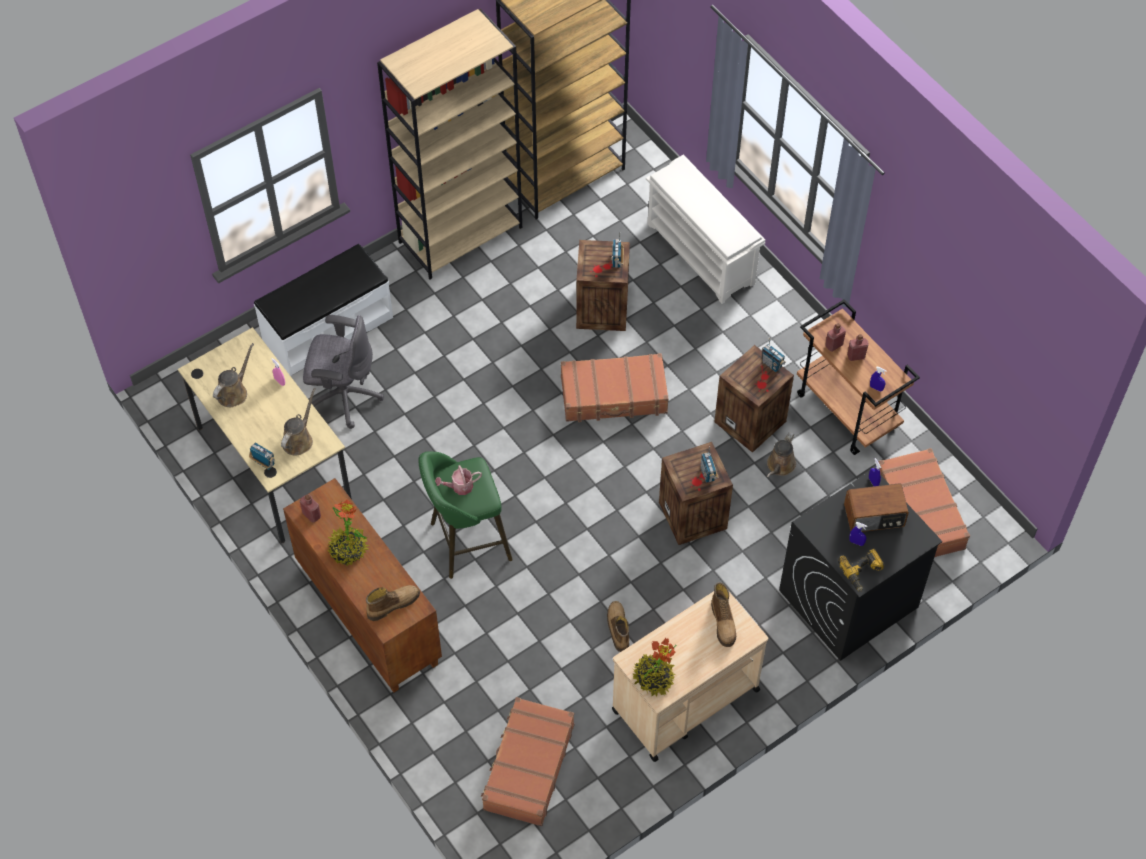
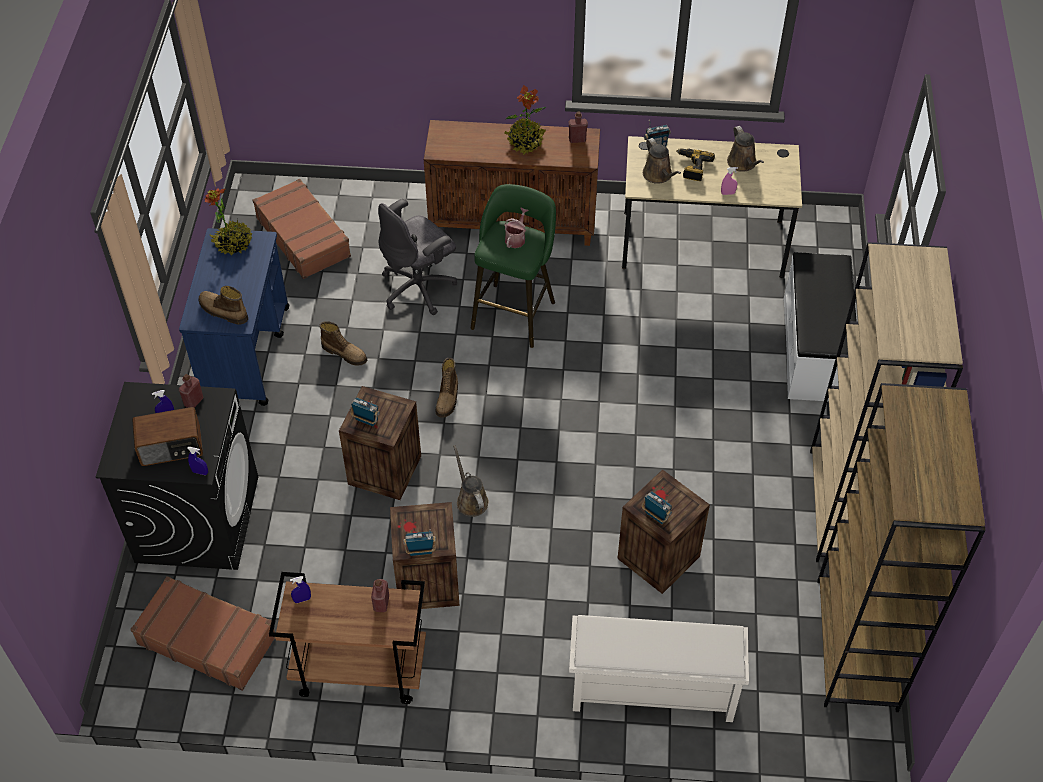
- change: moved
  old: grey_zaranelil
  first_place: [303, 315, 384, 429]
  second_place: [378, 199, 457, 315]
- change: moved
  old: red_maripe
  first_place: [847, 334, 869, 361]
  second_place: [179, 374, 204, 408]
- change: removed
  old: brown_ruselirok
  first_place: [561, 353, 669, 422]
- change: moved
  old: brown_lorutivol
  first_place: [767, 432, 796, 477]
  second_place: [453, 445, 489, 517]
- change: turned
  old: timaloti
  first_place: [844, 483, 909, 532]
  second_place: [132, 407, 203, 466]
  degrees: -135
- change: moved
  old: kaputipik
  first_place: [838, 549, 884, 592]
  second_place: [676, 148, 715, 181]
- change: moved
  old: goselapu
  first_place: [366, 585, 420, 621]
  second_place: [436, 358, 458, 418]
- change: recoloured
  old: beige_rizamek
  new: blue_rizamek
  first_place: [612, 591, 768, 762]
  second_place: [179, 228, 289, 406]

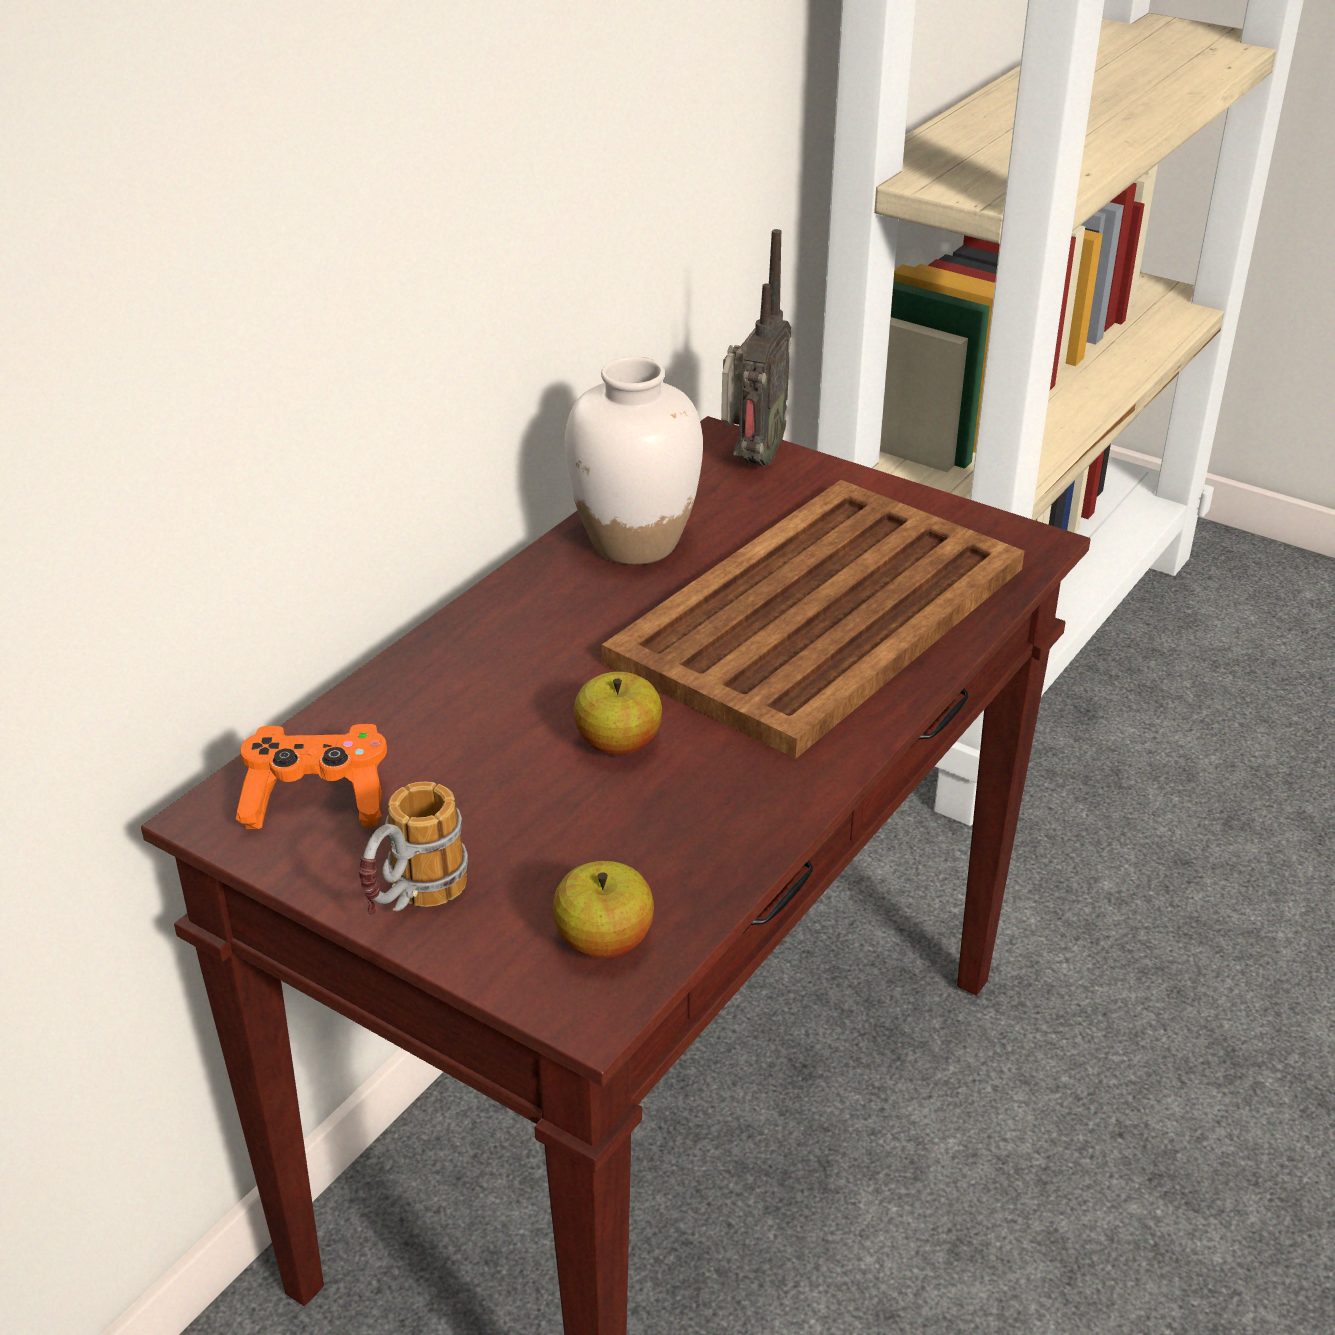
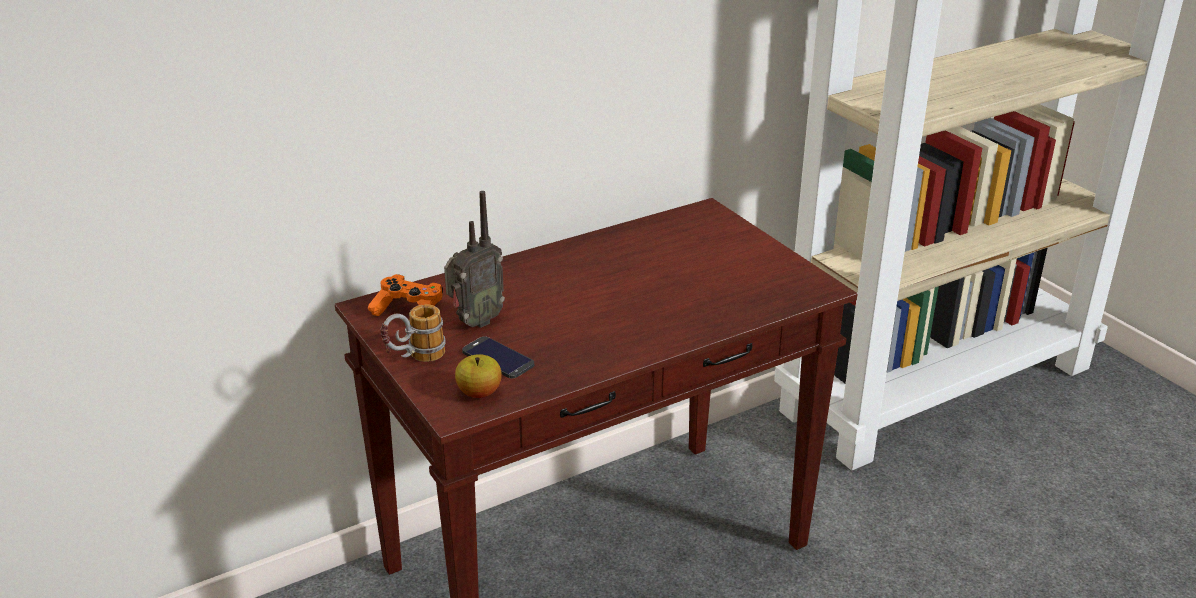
- change: moved
  old: timaloti
  first_place: [721, 229, 791, 467]
  second_place: [444, 191, 505, 328]
- change: removed
  old: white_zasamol
  first_place: [565, 356, 703, 565]
- change: removed
  old: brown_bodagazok
  first_place: [601, 480, 1025, 759]
- change: removed
  old: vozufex
  first_place: [574, 672, 662, 755]
- change: added
  new: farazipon
  second_place: [462, 336, 534, 379]

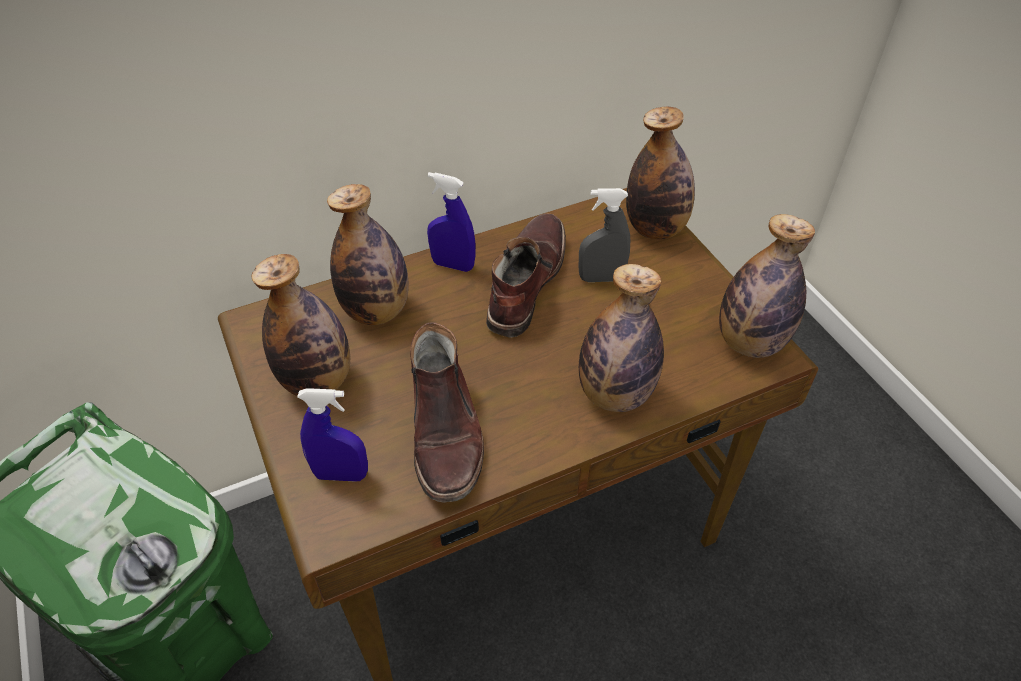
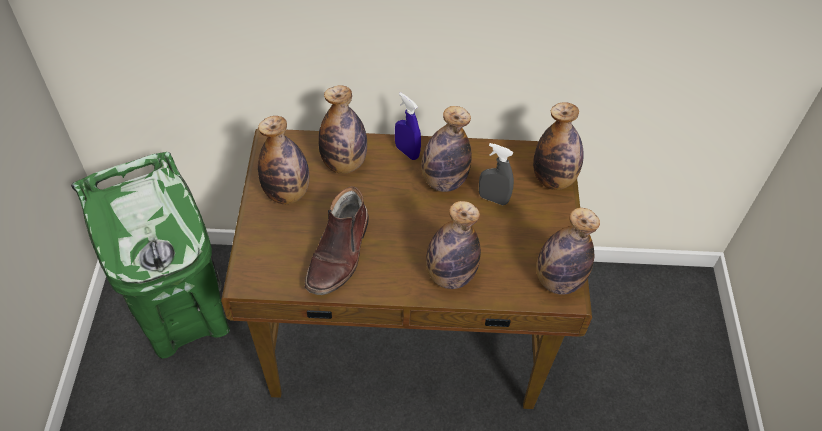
- change: replaced
  old: brown_goselapu
  new: maripe
  first_place: [486, 213, 566, 338]
  second_place: [421, 106, 472, 192]
- change: removed
  old: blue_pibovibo
  first_place: [297, 388, 368, 482]

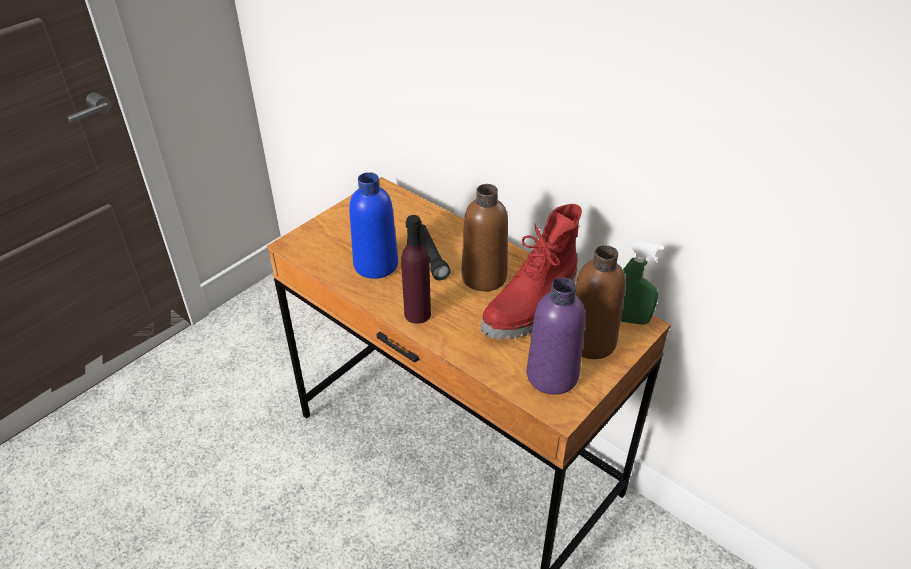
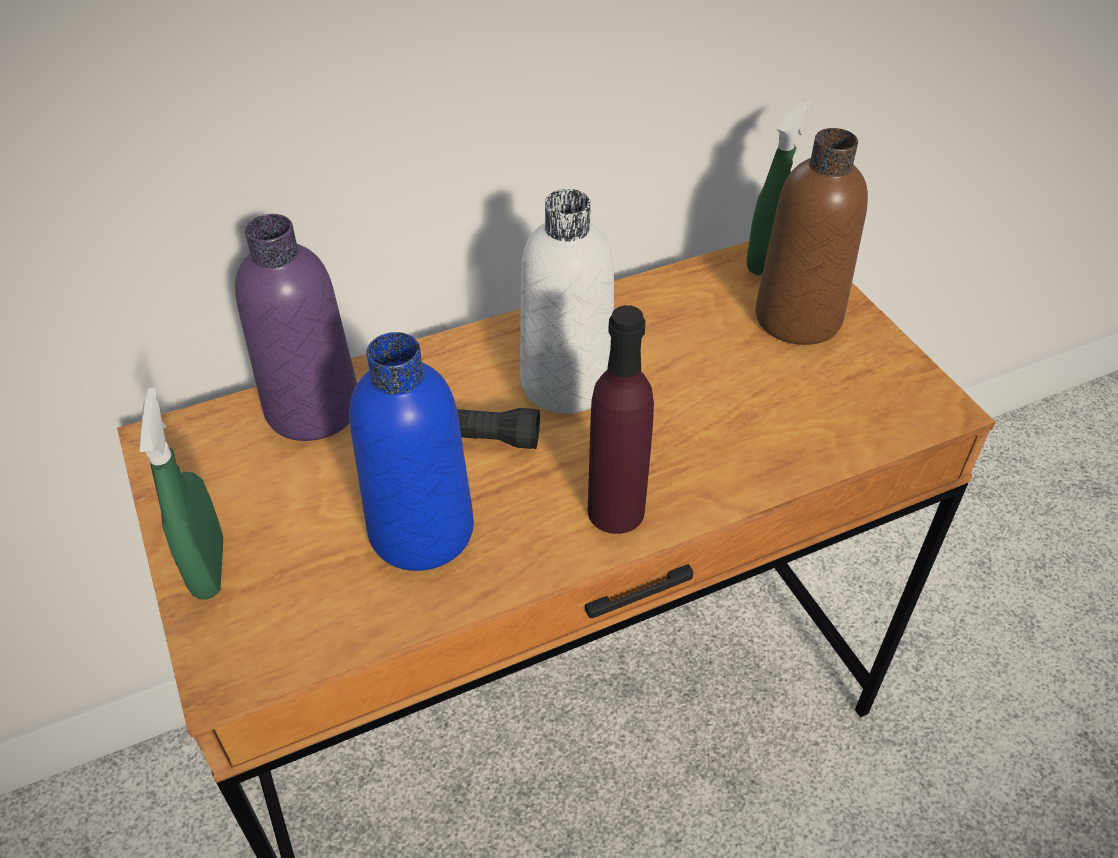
- change: recoloured
  old: brown_maripe
  new: white_maripe
  first_place: [461, 184, 508, 291]
  second_place: [520, 189, 614, 413]
- change: removed
  old: red_goselapu
  first_place: [480, 204, 582, 340]
- change: moved
  old: purple_maripe
  first_place: [527, 277, 586, 395]
  second_place: [235, 214, 357, 441]
- change: added
  new: green_pibovibo
  second_place: [140, 388, 223, 599]

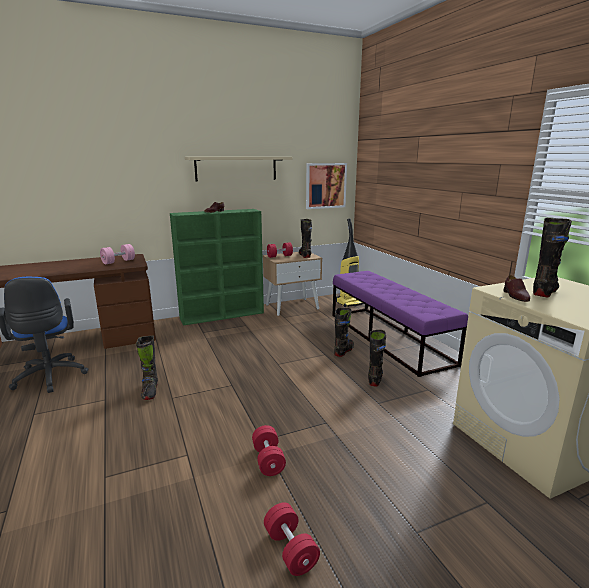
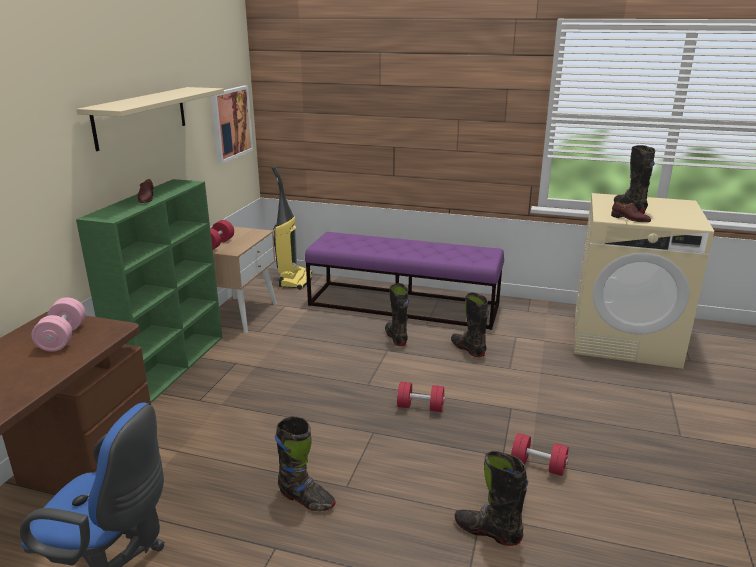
- change: moved
  old: black_goselapu
  first_place: [299, 219, 312, 258]
  second_place: [454, 451, 528, 546]
- change: moved
  old: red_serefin
  first_place: [264, 502, 320, 576]
  second_place: [397, 382, 445, 412]

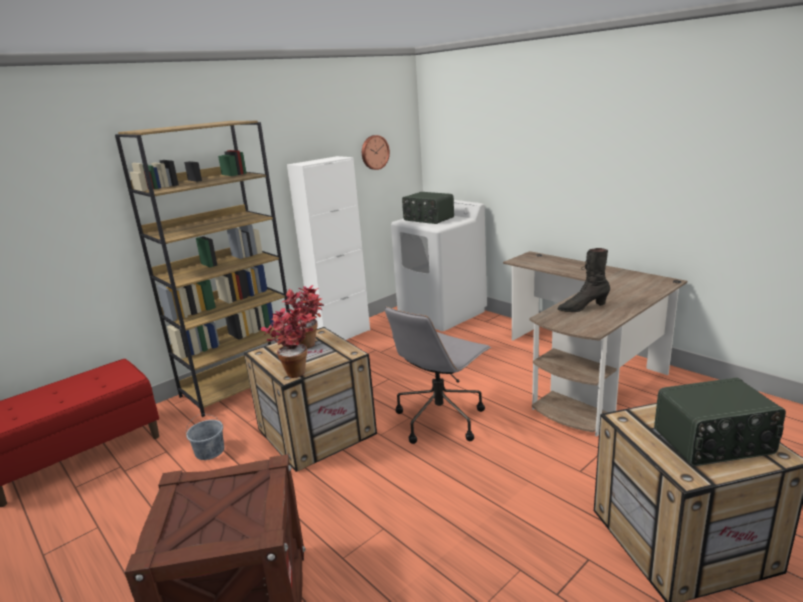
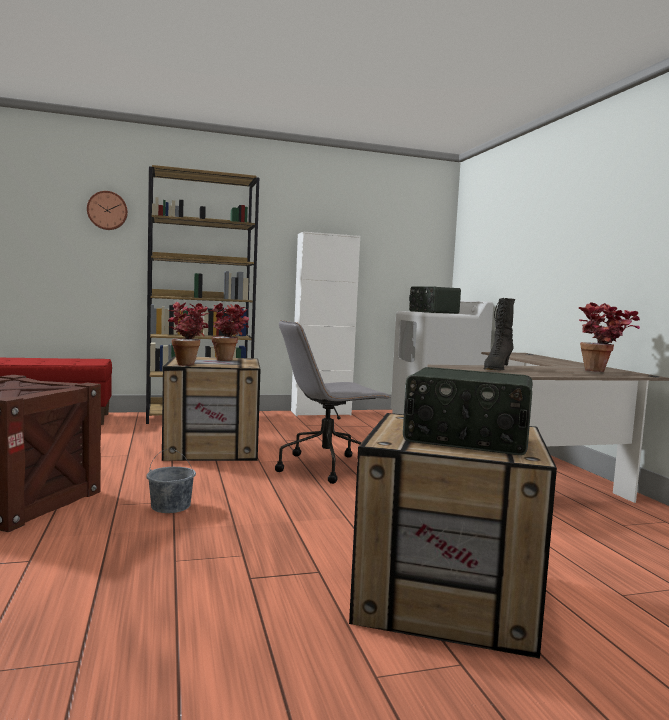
- change: moved
  old: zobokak
  first_place: [362, 135, 390, 170]
  second_place: [87, 191, 128, 230]
- change: turned
  old: black_goselapu
  first_place: [558, 248, 610, 312]
  second_place: [484, 298, 515, 370]
  degrees: -75
- change: moved
  old: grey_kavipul
  first_place: [186, 414, 224, 460]
  second_place: [146, 449, 196, 513]
- change: added
  new: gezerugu
  second_place: [579, 302, 640, 372]

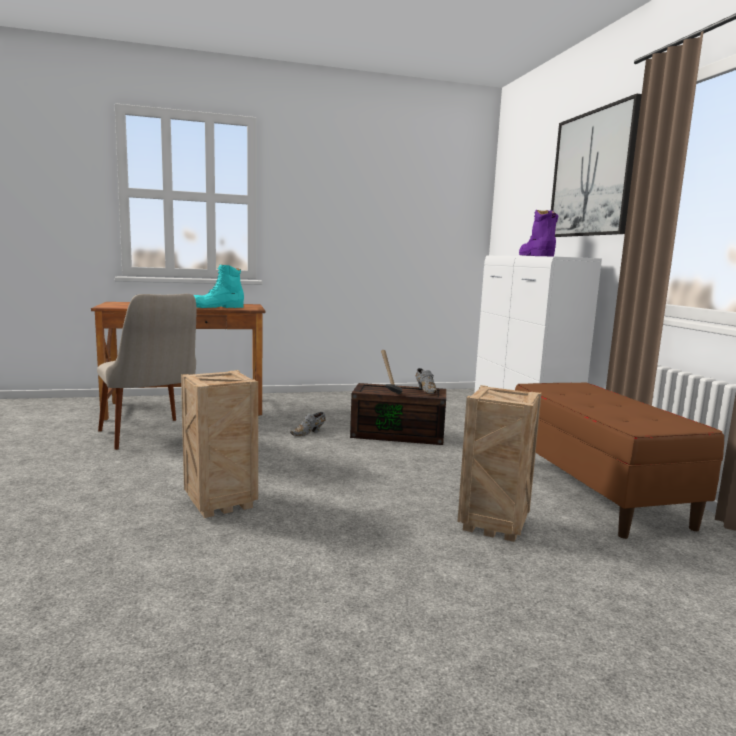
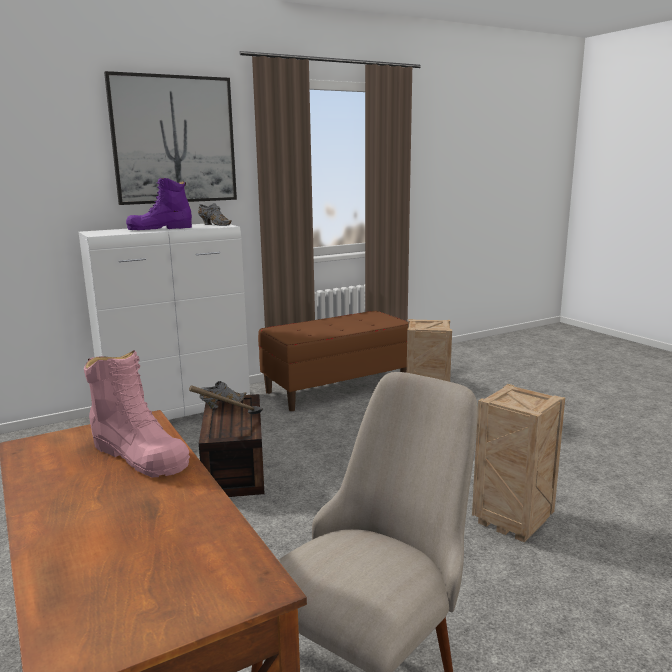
- change: recoloured
  old: turquoise_goselapu
  new: pink_goselapu
  first_place: [193, 265, 244, 308]
  second_place: [84, 350, 190, 477]
- change: moved
  old: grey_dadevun
  first_place: [290, 412, 326, 436]
  second_place: [198, 203, 232, 226]

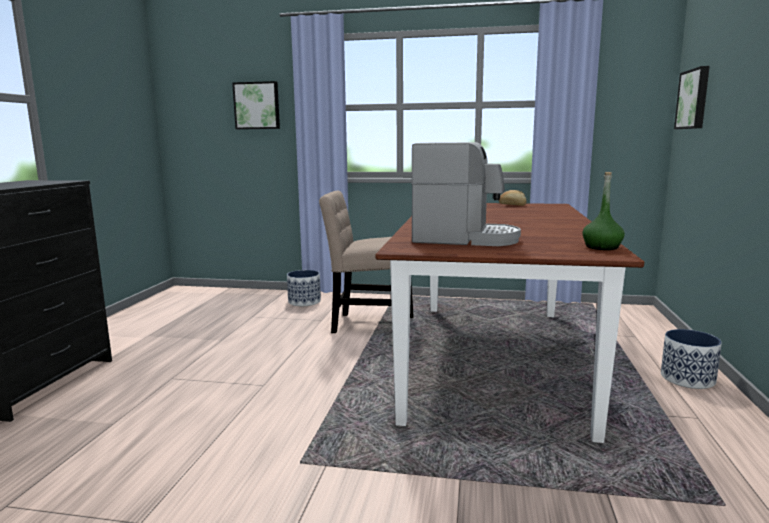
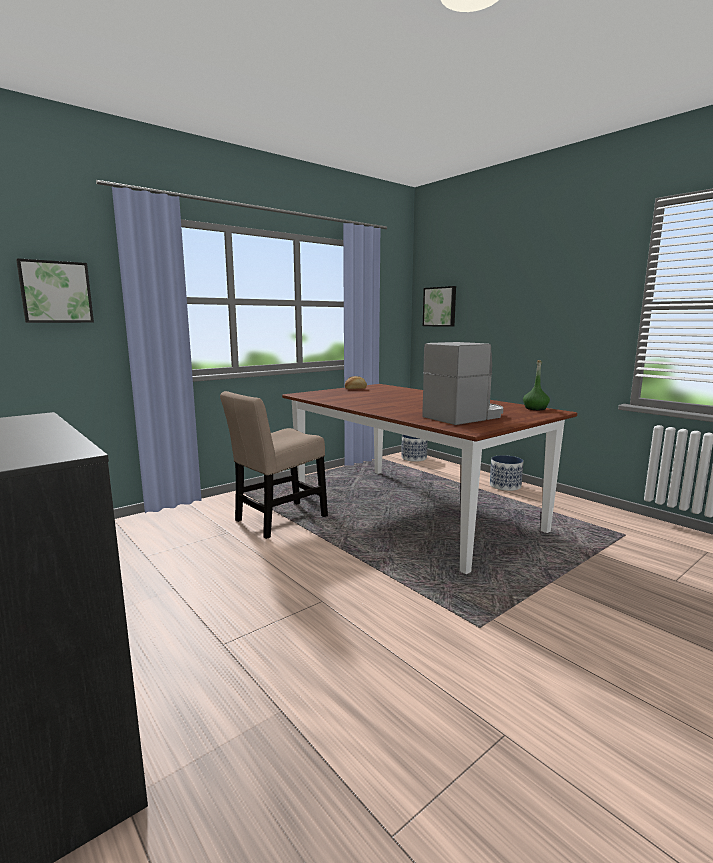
- change: moved
  old: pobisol
  first_place: [287, 270, 321, 306]
  second_place: [401, 435, 428, 462]

